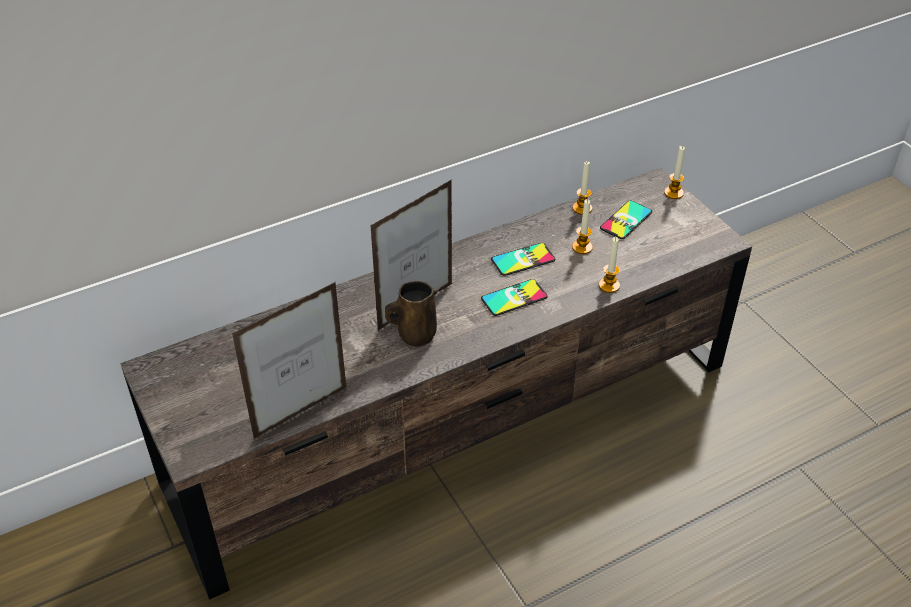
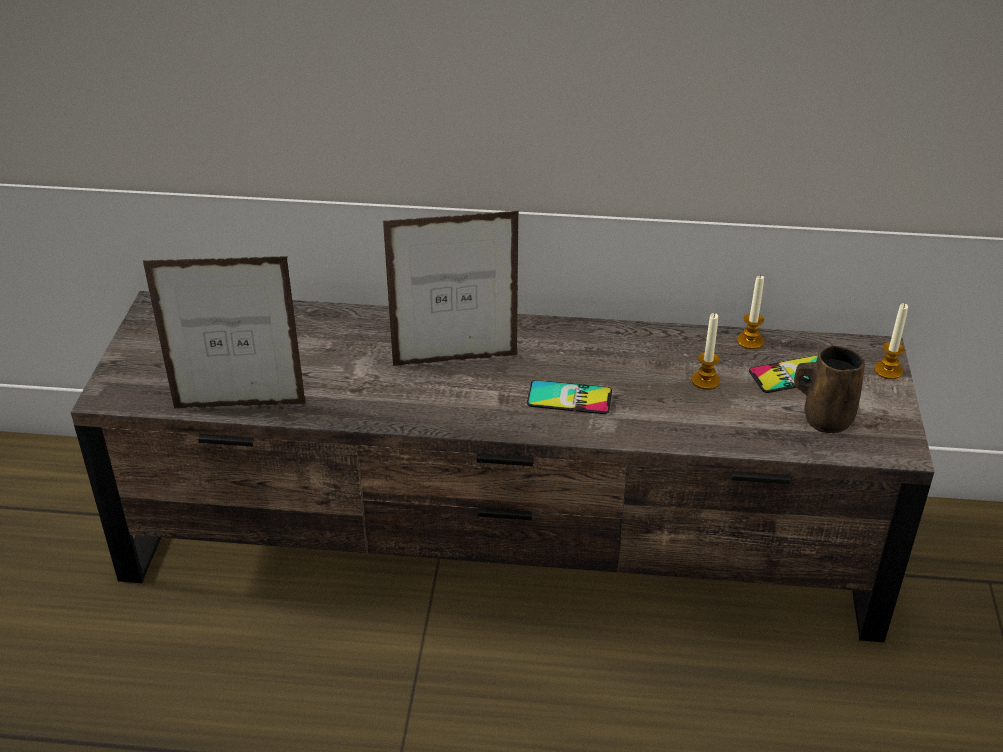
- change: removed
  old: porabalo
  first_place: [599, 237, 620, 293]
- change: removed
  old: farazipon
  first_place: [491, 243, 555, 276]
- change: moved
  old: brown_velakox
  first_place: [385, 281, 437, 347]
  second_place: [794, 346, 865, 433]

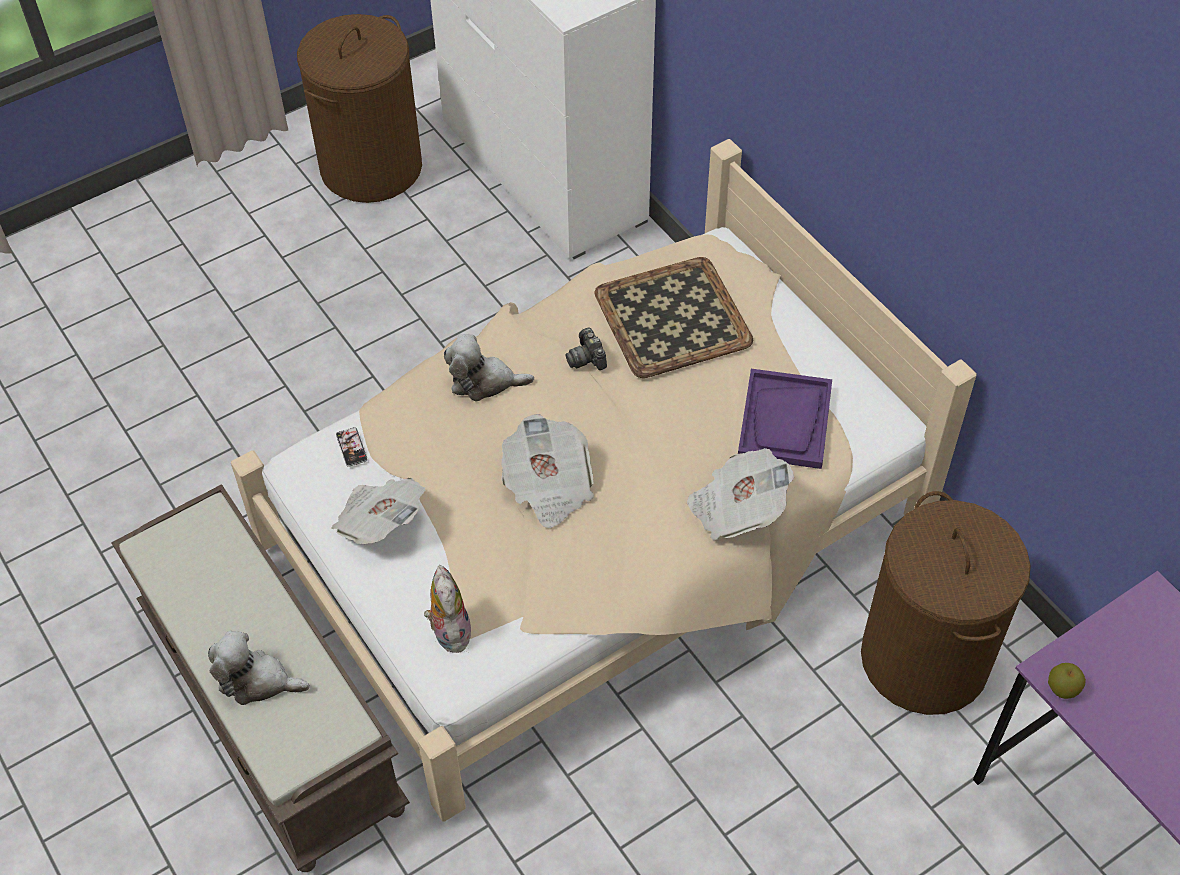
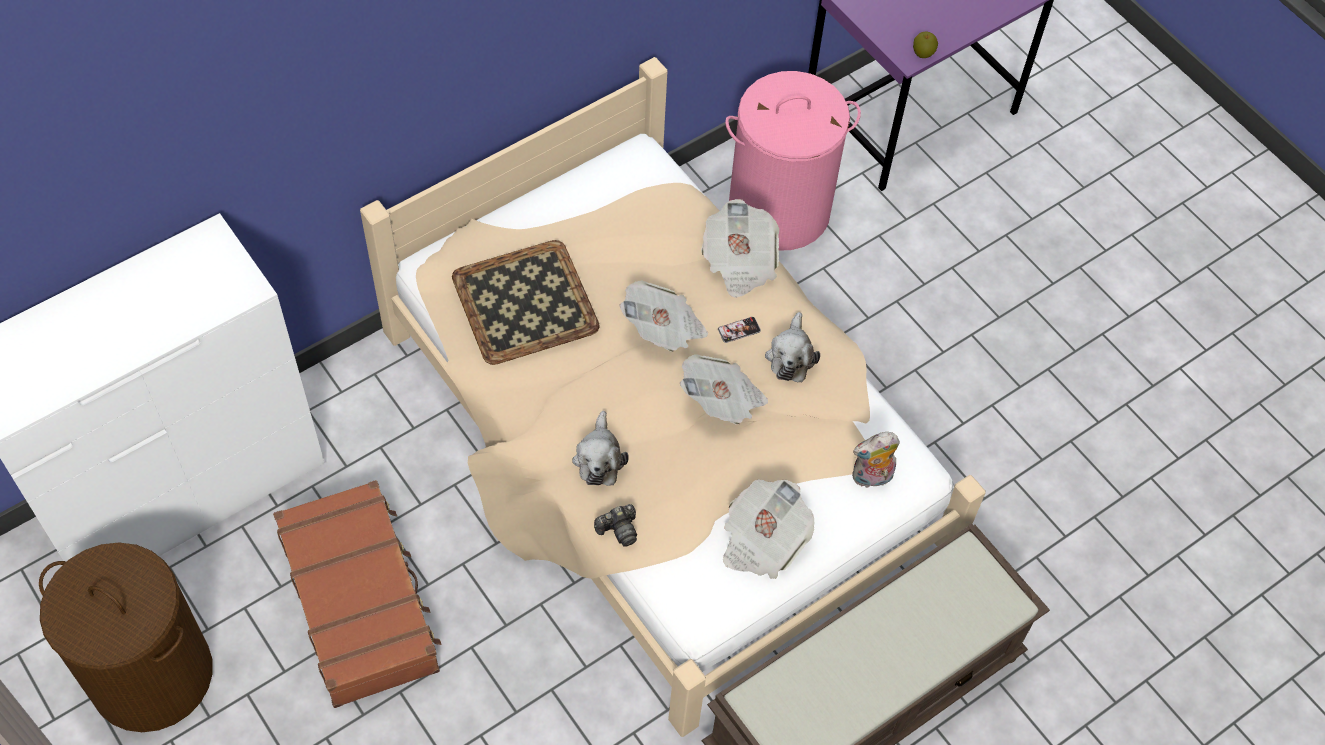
- change: moved
  old: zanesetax
  first_place: [565, 327, 607, 370]
  second_place: [594, 504, 637, 547]
- change: removed
  old: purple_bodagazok
  first_place: [738, 369, 832, 469]
- change: moved
  old: farazipon
  first_place: [336, 427, 368, 467]
  second_place: [718, 317, 761, 343]
- change: recoloured
  old: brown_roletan
  new: pink_roletan
  first_place: [861, 491, 1031, 715]
  second_place: [725, 71, 861, 251]
- change: moved
  old: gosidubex
  first_place: [208, 631, 310, 705]
  second_place: [765, 312, 820, 382]
- change: added
  new: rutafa
  second_place: [619, 280, 708, 352]
- change: added
  new: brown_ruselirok
  second_place: [273, 480, 442, 708]

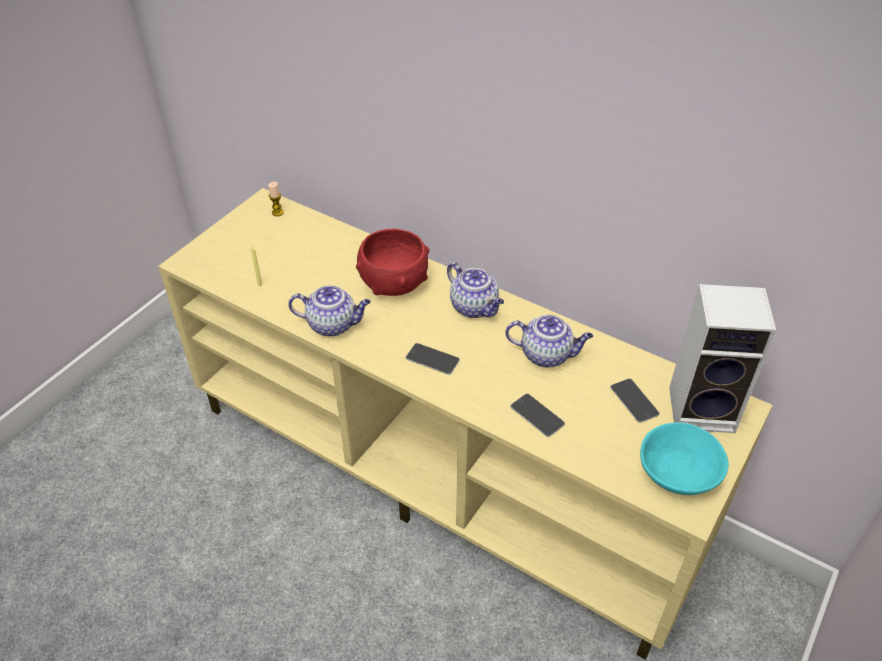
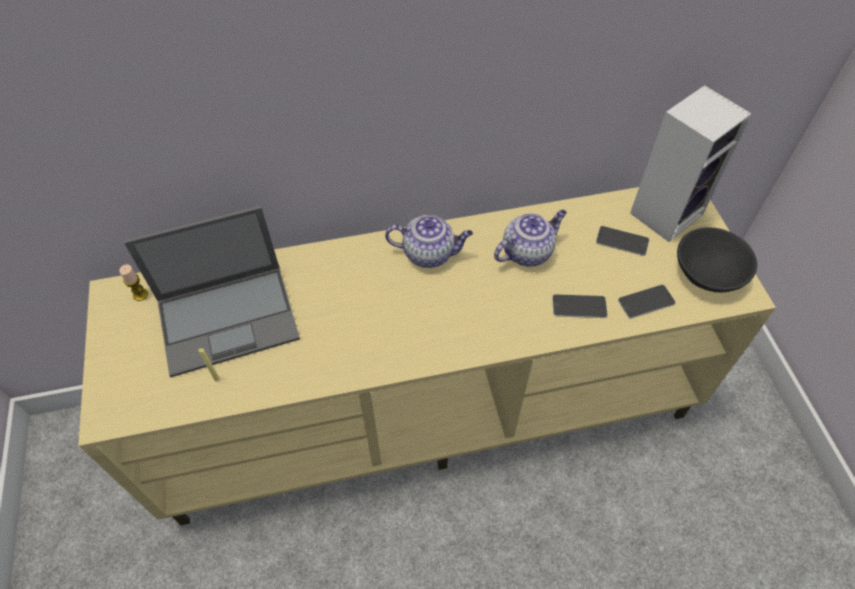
- change: removed
  old: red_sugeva
  first_place: [356, 228, 429, 296]
- change: removed
  old: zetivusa
  first_place: [288, 285, 371, 337]
- change: moved
  old: farazipon
  first_place: [405, 343, 460, 375]
  second_place: [618, 285, 676, 319]
- change: recoloured
  old: turquoise_sugeva
  new: black_sugeva
  first_place: [640, 423, 729, 495]
  second_place: [677, 227, 757, 292]
- change: added
  new: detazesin
  second_place: [124, 206, 300, 377]

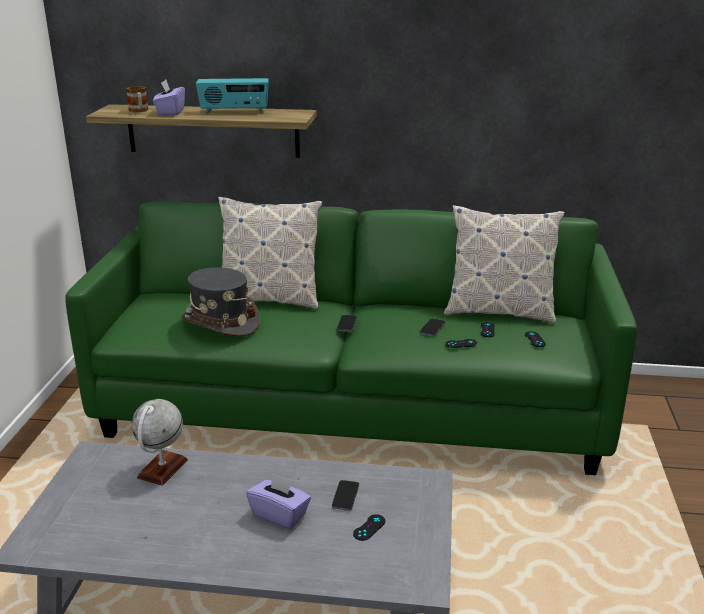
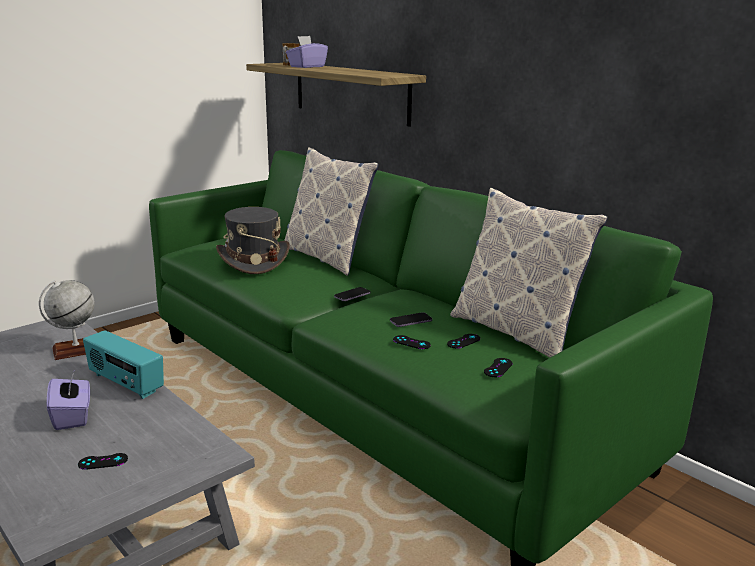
- change: moved
  old: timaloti
  first_place: [196, 78, 269, 113]
  second_place: [83, 330, 164, 399]
- change: removed
  old: farazipon
  first_place: [332, 480, 359, 511]

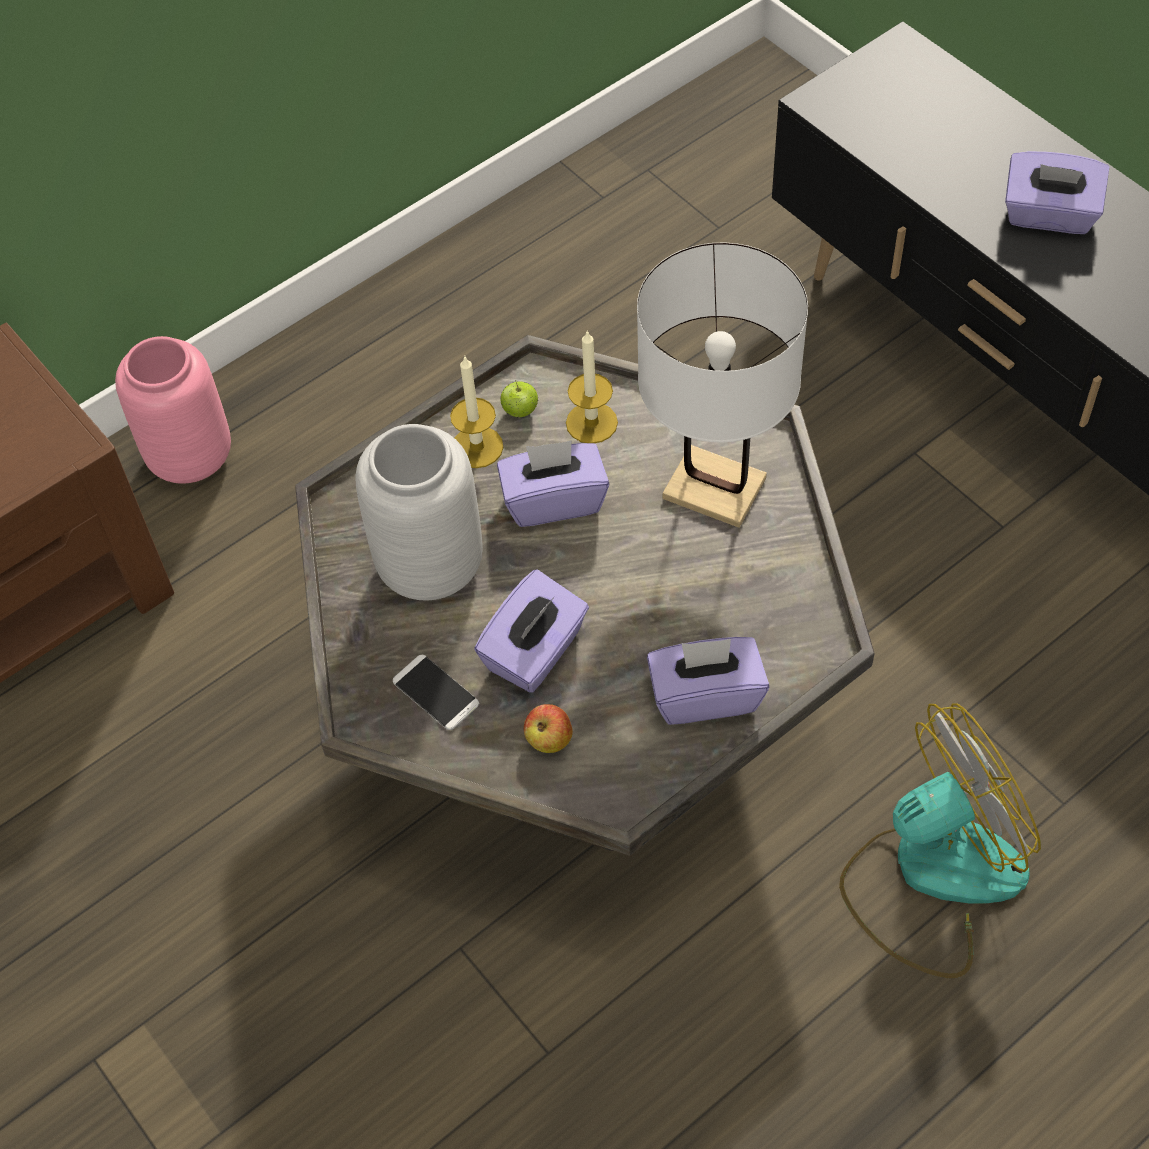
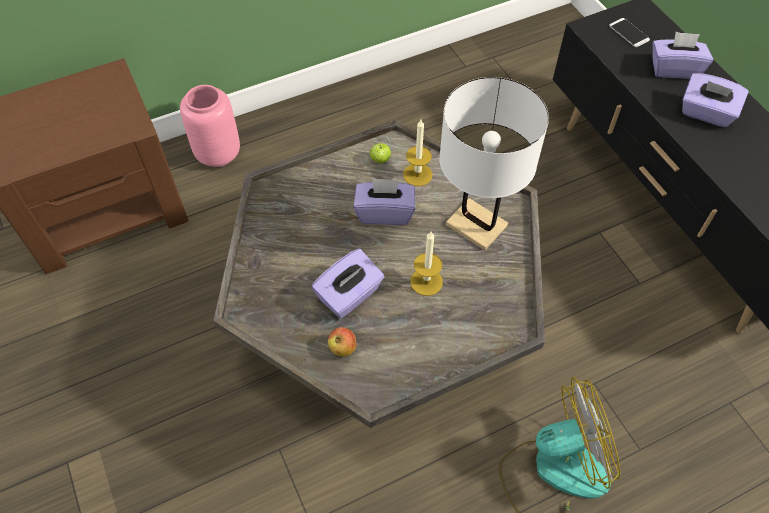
- change: moved
  old: porabalo
  first_place: [450, 357, 504, 468]
  second_place: [410, 232, 443, 296]
- change: removed
  old: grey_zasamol
  first_place: [355, 424, 483, 601]
- change: moved
  old: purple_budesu
  first_place: [647, 637, 769, 725]
  second_place: [652, 32, 713, 79]
- change: moved
  old: farazipon
  first_place: [393, 655, 479, 730]
  second_place: [609, 18, 650, 47]

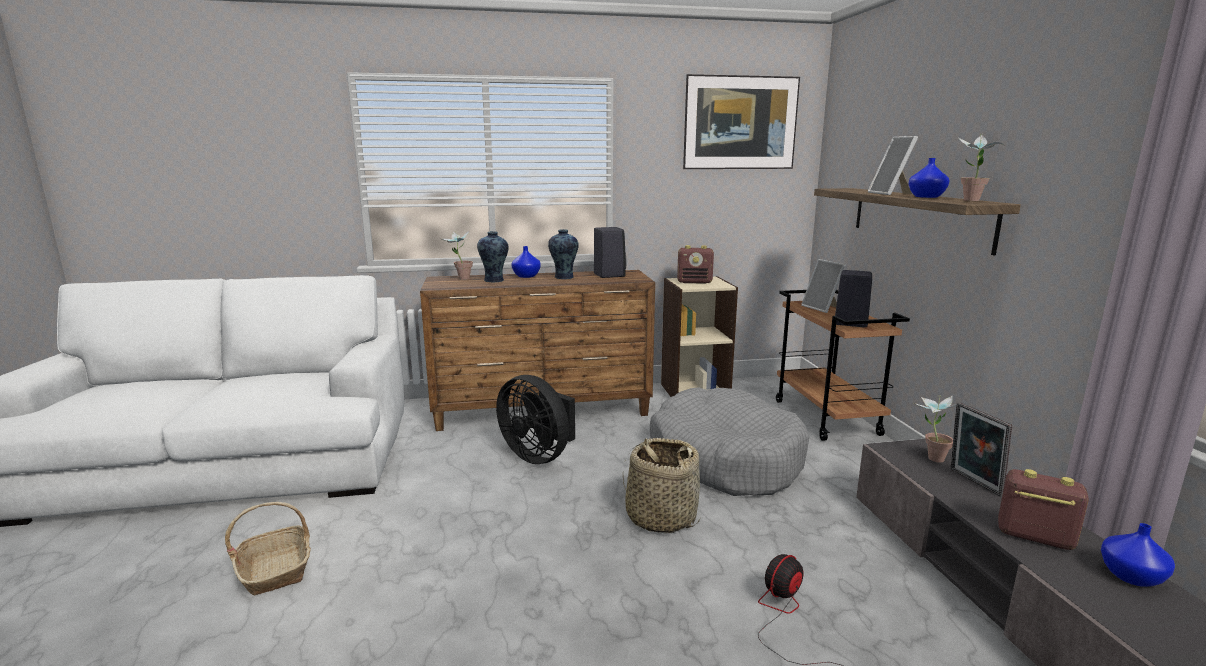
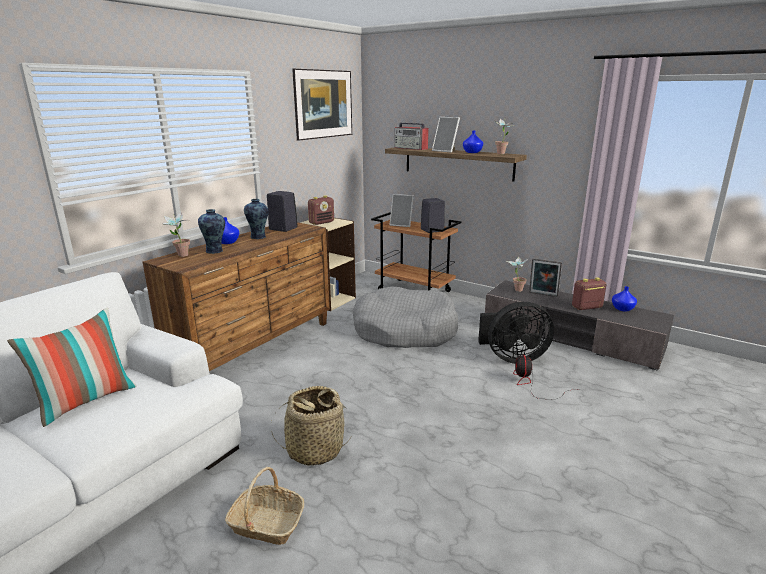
- change: moved
  old: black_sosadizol
  first_place: [496, 375, 575, 464]
  second_place: [478, 302, 554, 364]
- change: moved
  old: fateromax
  first_place: [623, 438, 700, 534]
  second_place: [271, 386, 351, 466]
- change: added
  new: timaloti
  second_place: [395, 122, 429, 150]
- change: added
  new: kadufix
  second_place: [7, 308, 136, 427]

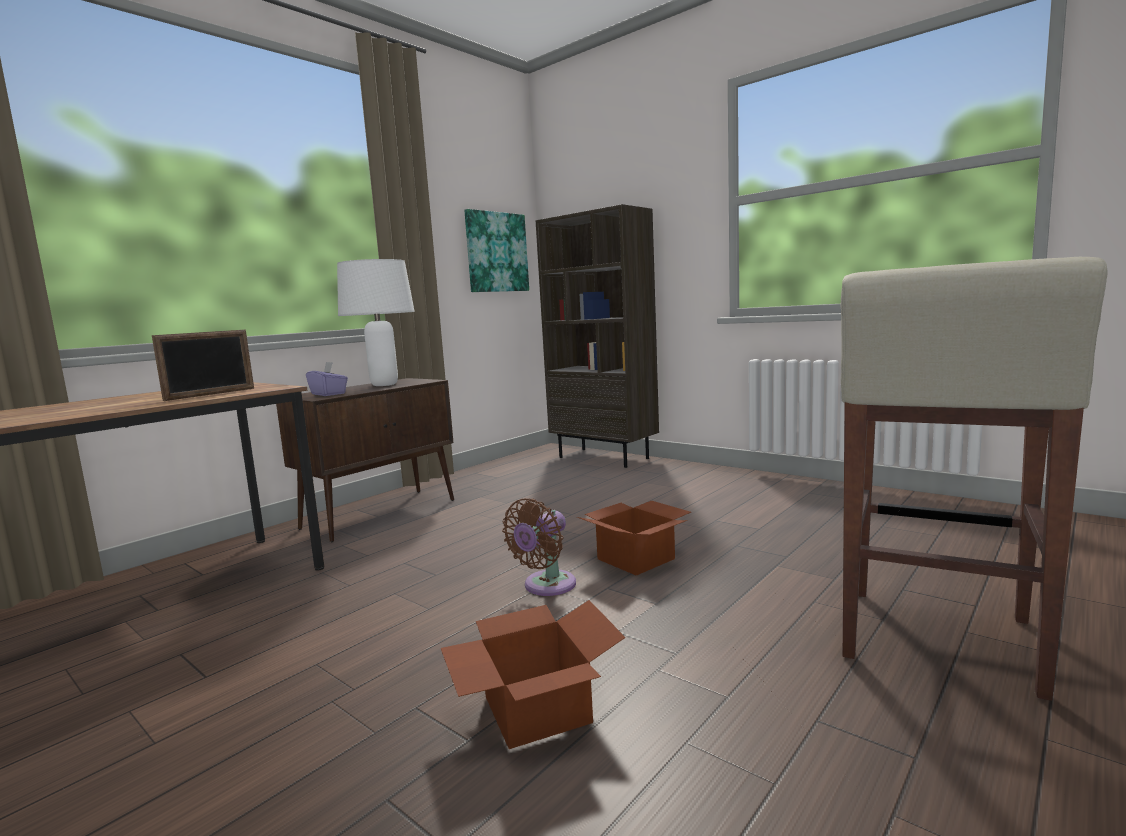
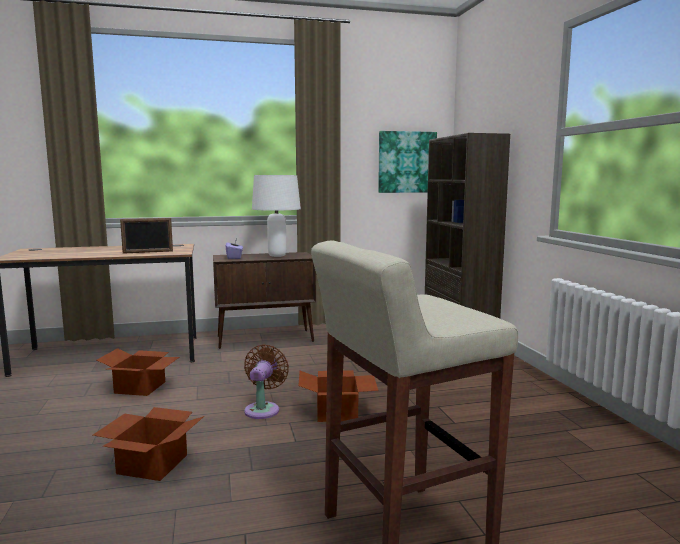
- change: turned
  old: brown_sosadizol
  first_place: [502, 498, 576, 596]
  second_place: [244, 344, 289, 419]
  degrees: 120
- change: added
  new: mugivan
  second_place: [97, 348, 179, 396]

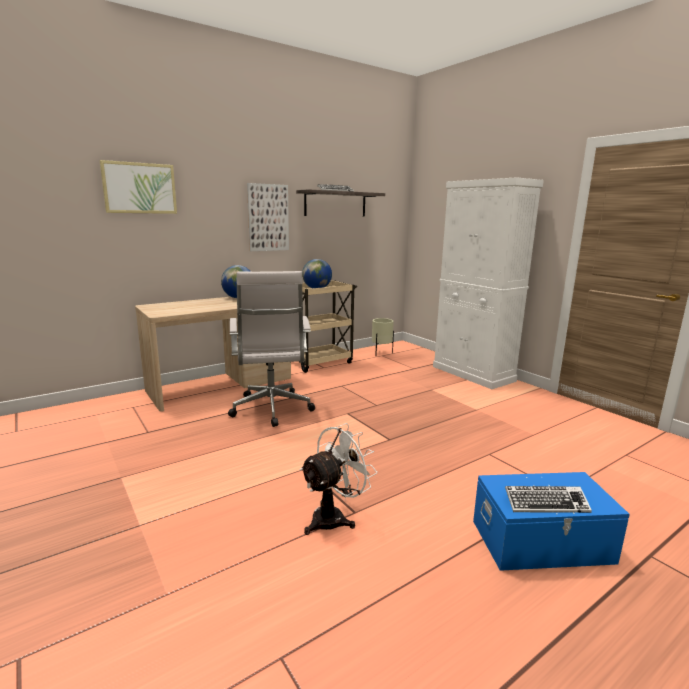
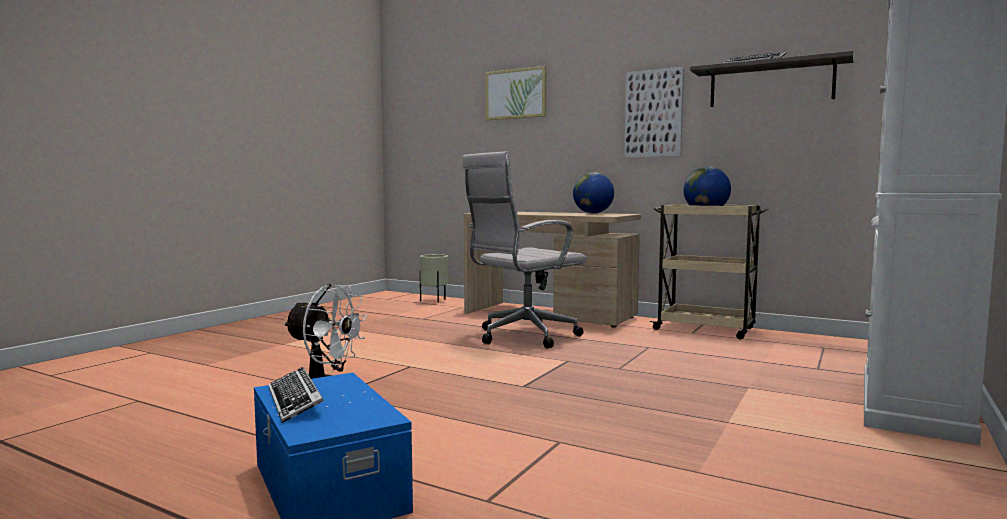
- change: moved
  old: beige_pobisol
  first_place: [372, 318, 394, 356]
  second_place: [420, 254, 448, 303]

